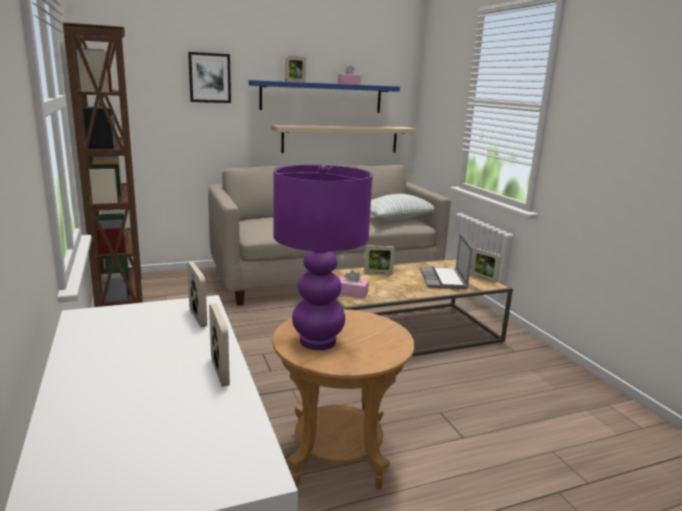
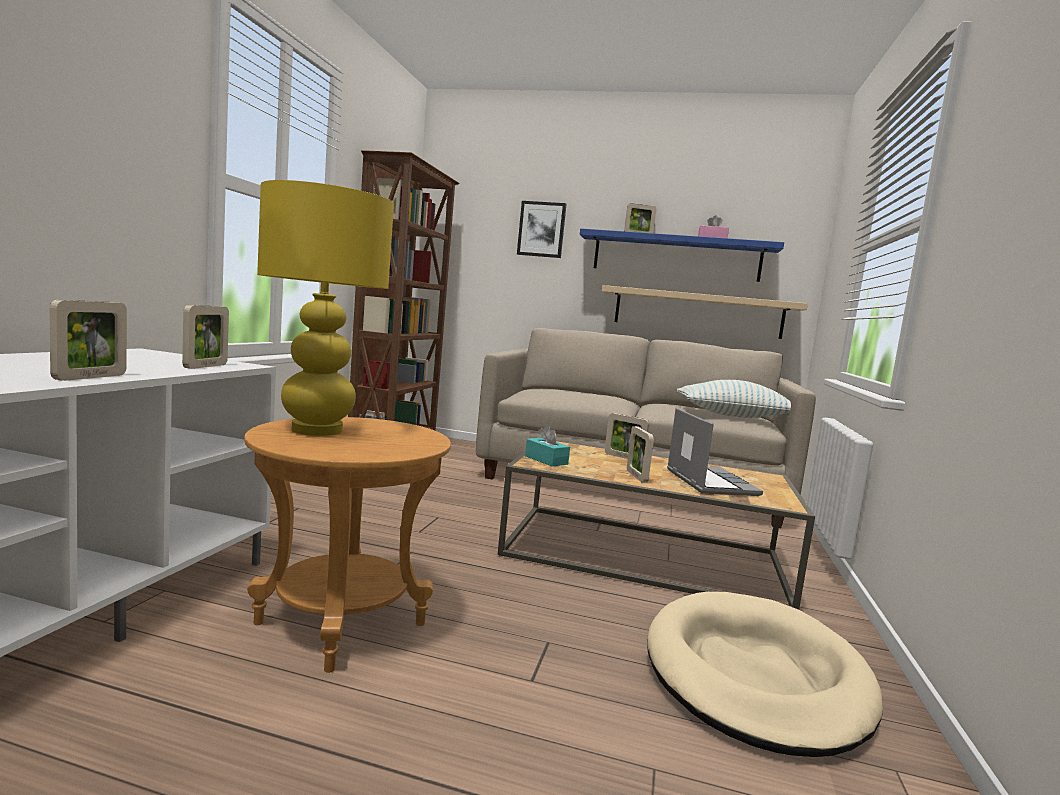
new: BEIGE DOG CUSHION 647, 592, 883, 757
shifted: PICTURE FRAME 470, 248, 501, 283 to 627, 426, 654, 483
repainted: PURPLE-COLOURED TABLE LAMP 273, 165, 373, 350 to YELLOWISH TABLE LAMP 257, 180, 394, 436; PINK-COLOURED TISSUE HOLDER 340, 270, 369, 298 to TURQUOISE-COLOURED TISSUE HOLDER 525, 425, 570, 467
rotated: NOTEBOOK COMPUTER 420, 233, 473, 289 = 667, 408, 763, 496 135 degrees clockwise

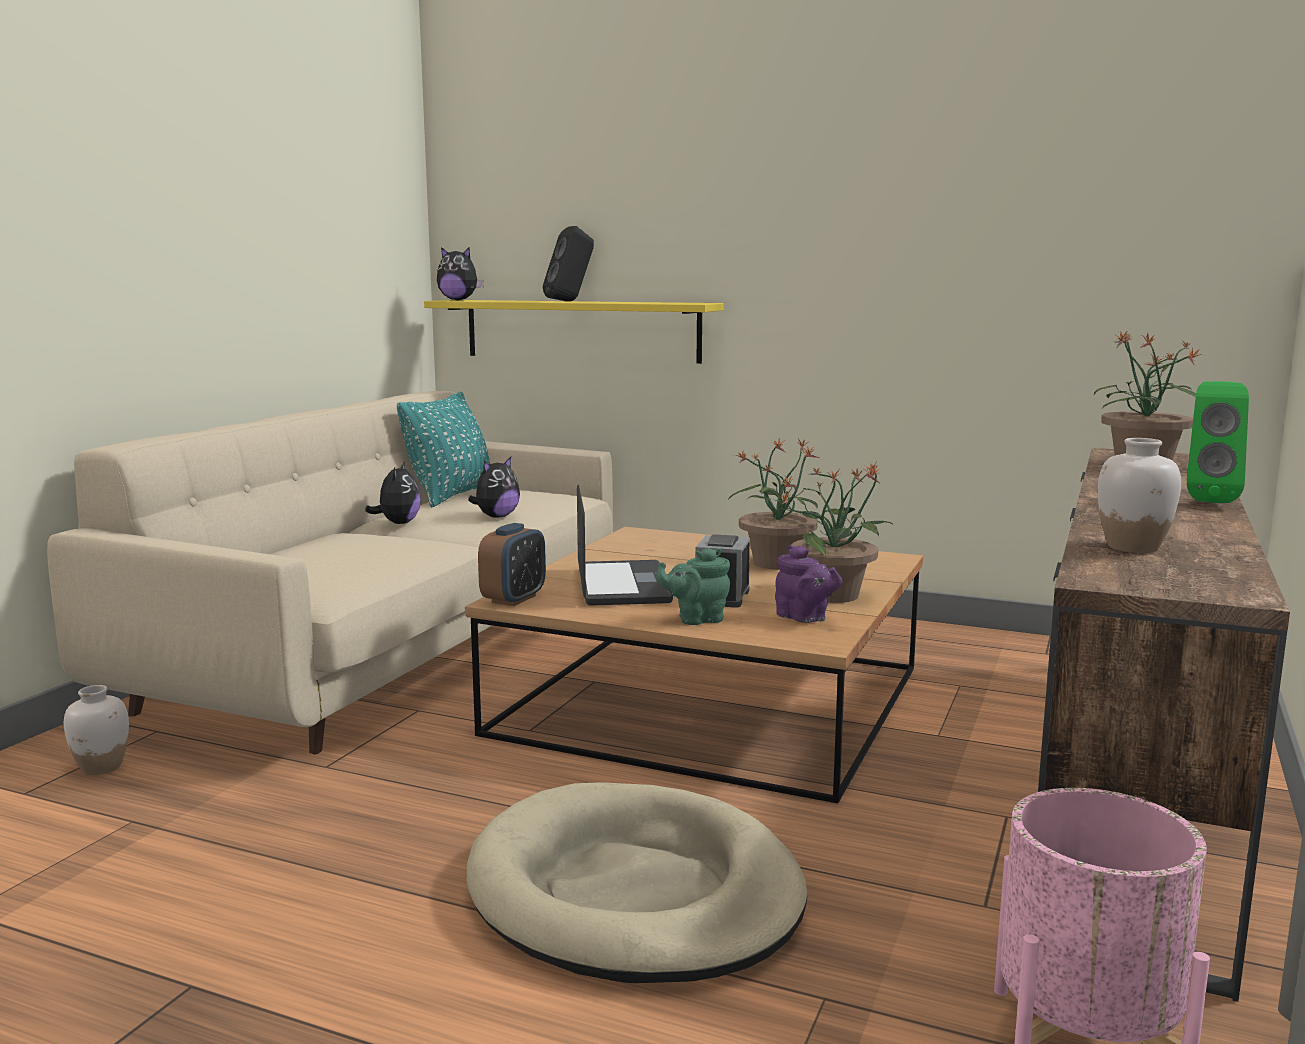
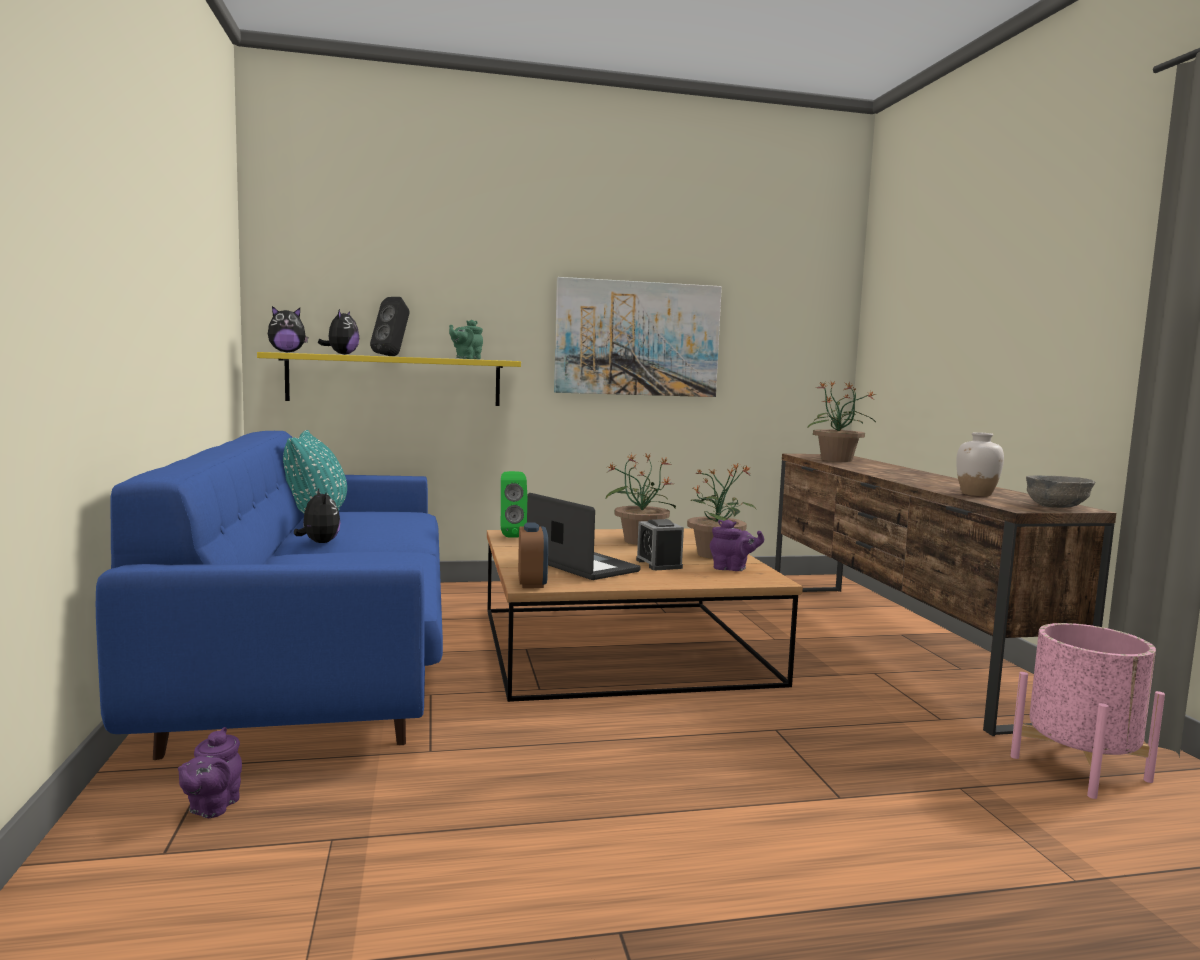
gone: BEIGE DOG CUSHION 467, 782, 807, 983
new: WALL ART 554, 277, 722, 397; GREYISH SERVING BOWL 1026, 475, 1095, 508
shifted: SOFT TOY 468, 457, 520, 517 to 318, 309, 359, 355; GREENISH POT FOR TEA 656, 548, 730, 625 to 449, 320, 483, 359; GREENISH SPEAKER 1187, 381, 1249, 503 to 501, 471, 527, 538
swapped: WHITISH DECORATIVE VASE 64, 685, 129, 775 to PURPLE-COLOURED POT FOR TEA 178, 727, 242, 818
repainted: BEIGE SETTEE 47, 391, 613, 755 to BLUE SETTEE 96, 431, 443, 760

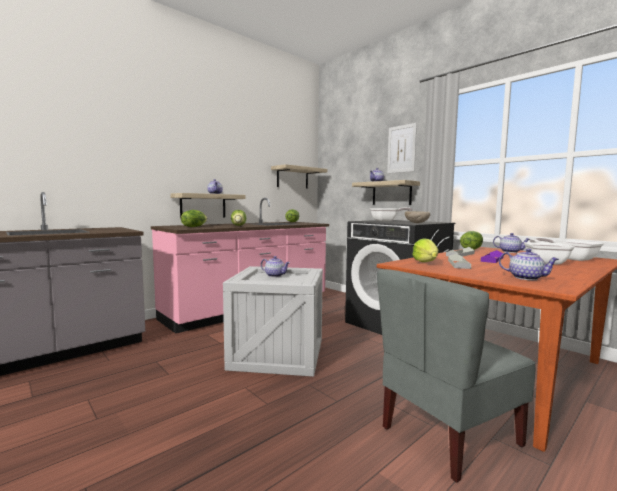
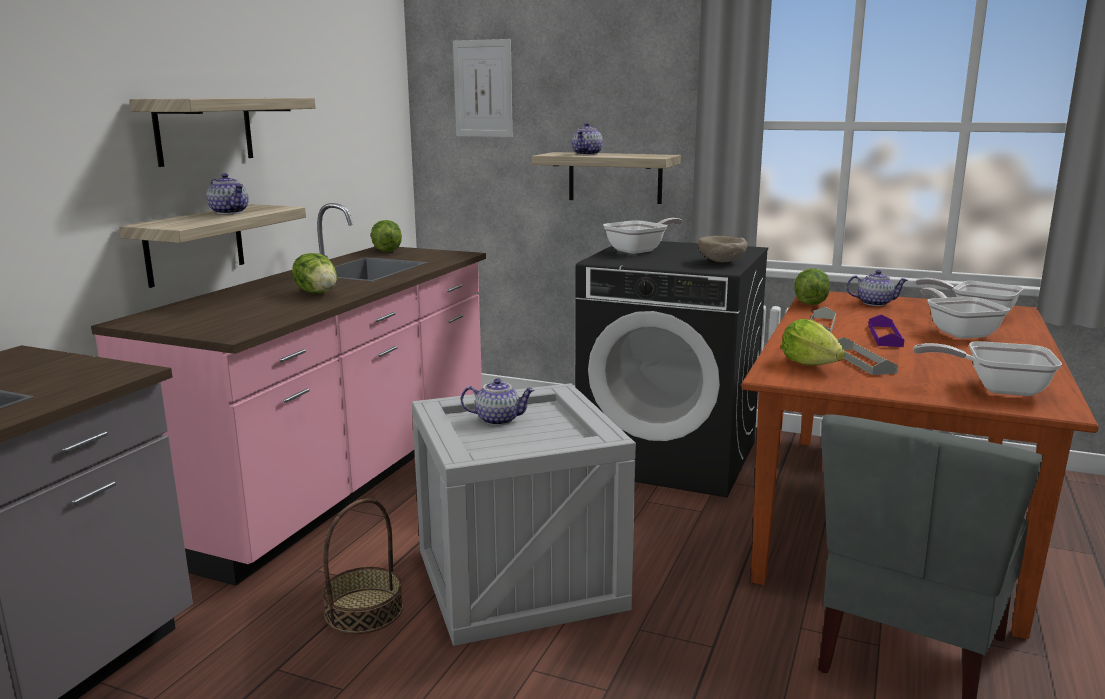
gone: LETTUCE HEAD 181, 210, 207, 227
new: HOUSEHOLD BASKET 322, 498, 403, 634
shifted: WALL SHELF 271, 164, 327, 189 to 129, 98, 316, 167; WALL ART 387, 123, 417, 173 to 453, 39, 513, 137
swapped: POT FOR TEA 499, 248, 559, 280 to FRYING PAN 913, 341, 1062, 396

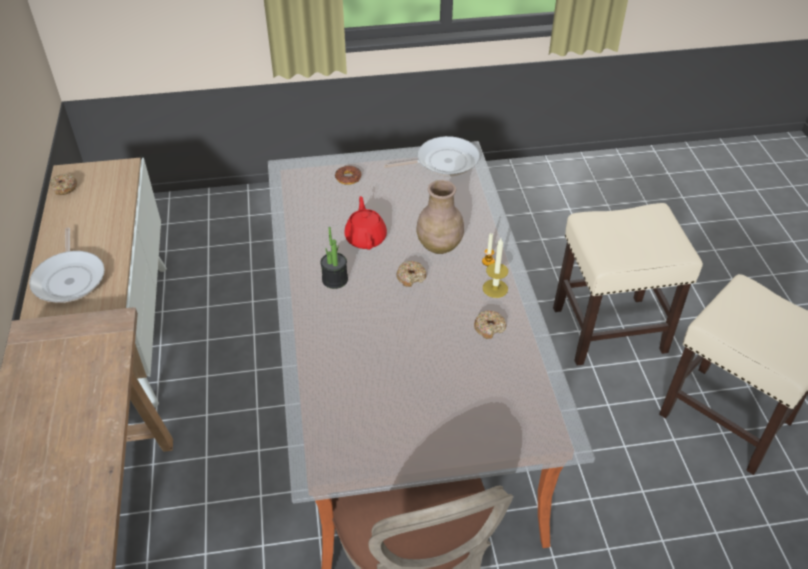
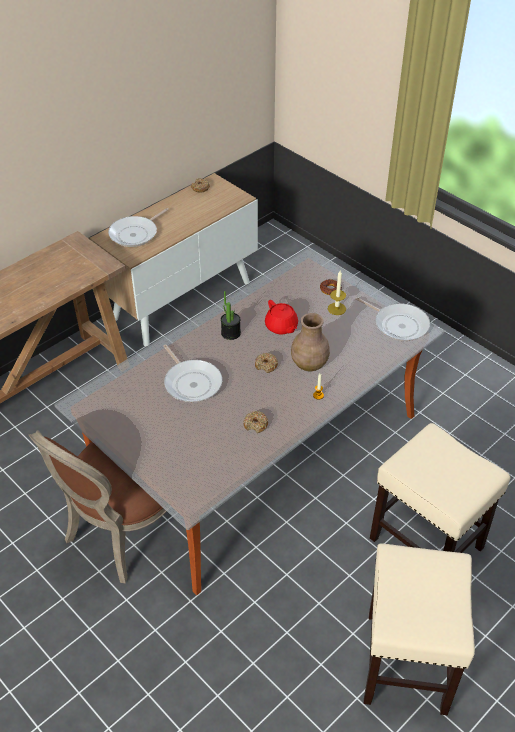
new: FRYING PAN 163, 344, 222, 402
shifted: CANDLE 483, 238, 508, 298 to 328, 270, 346, 315
rotated: RED POT FOR TEA 344, 196, 387, 250 = 265, 300, 298, 335 105 degrees clockwise

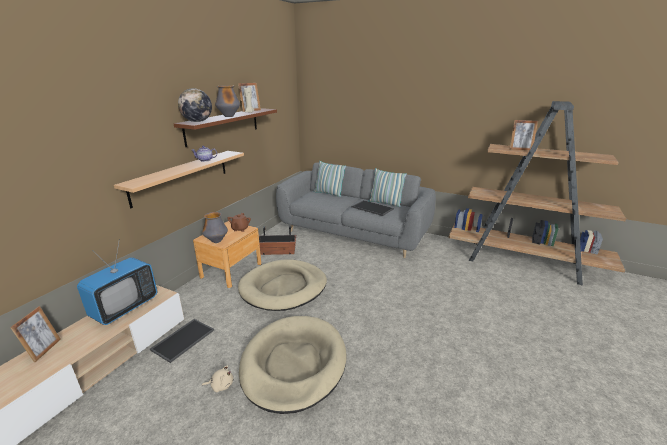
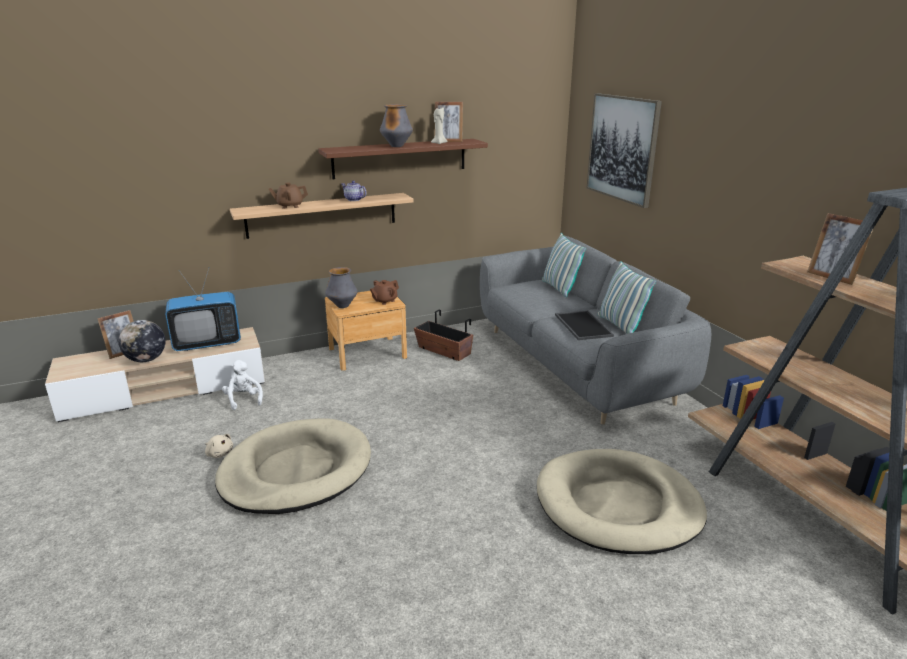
new: BROWNISH POT FOR TEA 269, 182, 308, 209; WALL ART 587, 93, 662, 208
shifted: GLOBE 178, 88, 212, 122 to 119, 320, 166, 362; BEIGE DOG CUSHION 238, 259, 327, 311 to 537, 449, 707, 554
swapped: SERVING TRAY 150, 319, 214, 363 to WHITISH SOFT TOY 222, 360, 263, 410

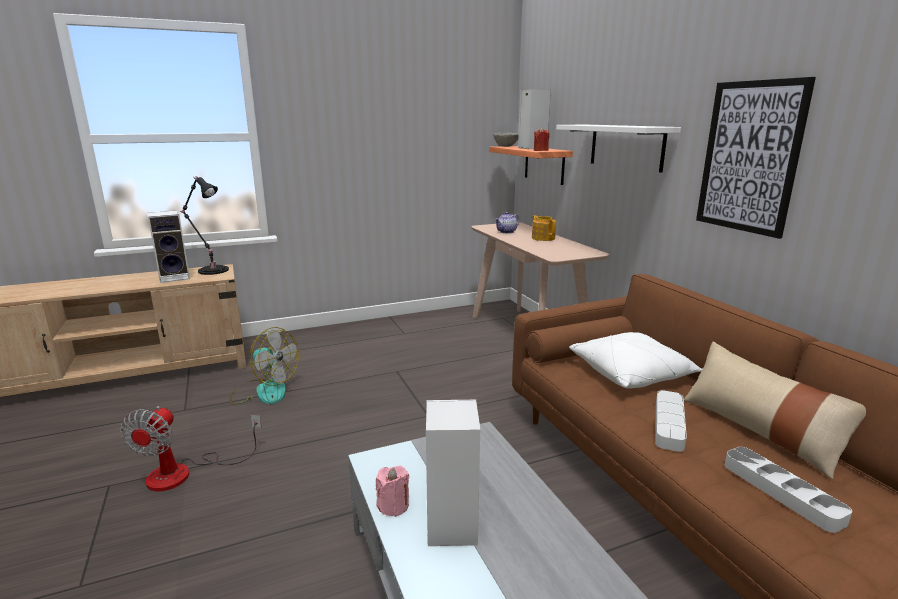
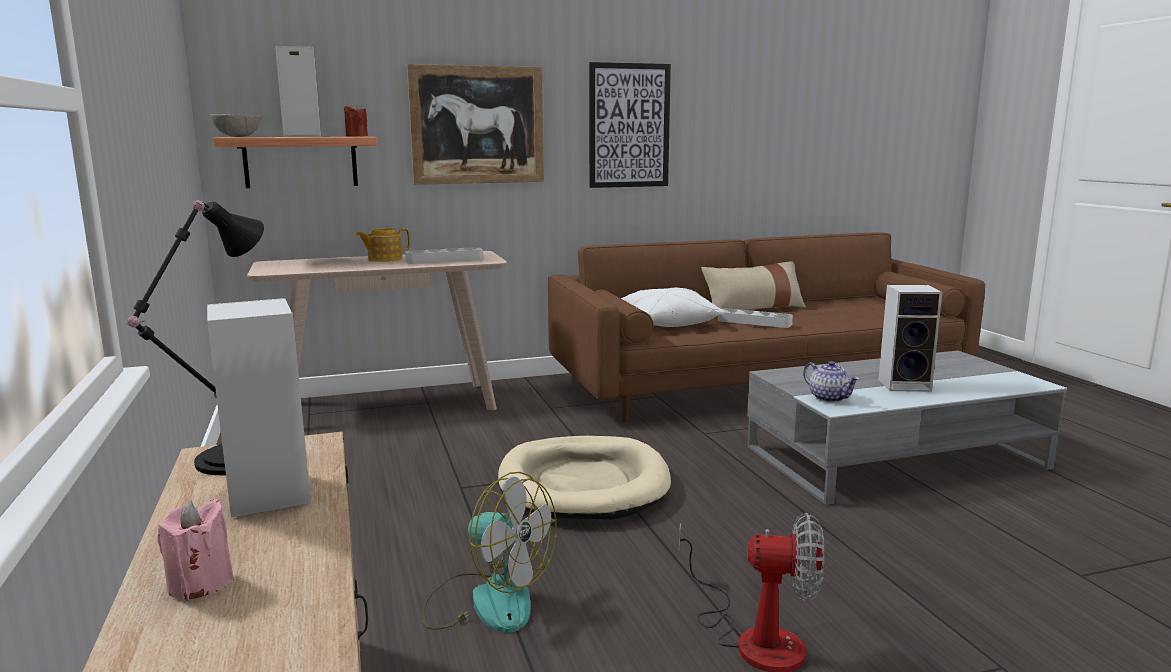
new: BEIGE DOG CUSHION 498, 436, 671, 519
shifted: PINK-COLOURED CANDLE 376, 466, 409, 517 to 158, 499, 234, 601; POT FOR TEA 495, 212, 519, 233 to 803, 361, 859, 403; GREYISH SERVING TRAY 725, 447, 852, 533 to 405, 247, 483, 264
swapped: WHITISH WALL SHELF 556, 125, 681, 173 to WALL ART 407, 64, 544, 185
rotated: COOLING FAN 230, 327, 299, 404 = 422, 472, 557, 633 90 degrees clockwise

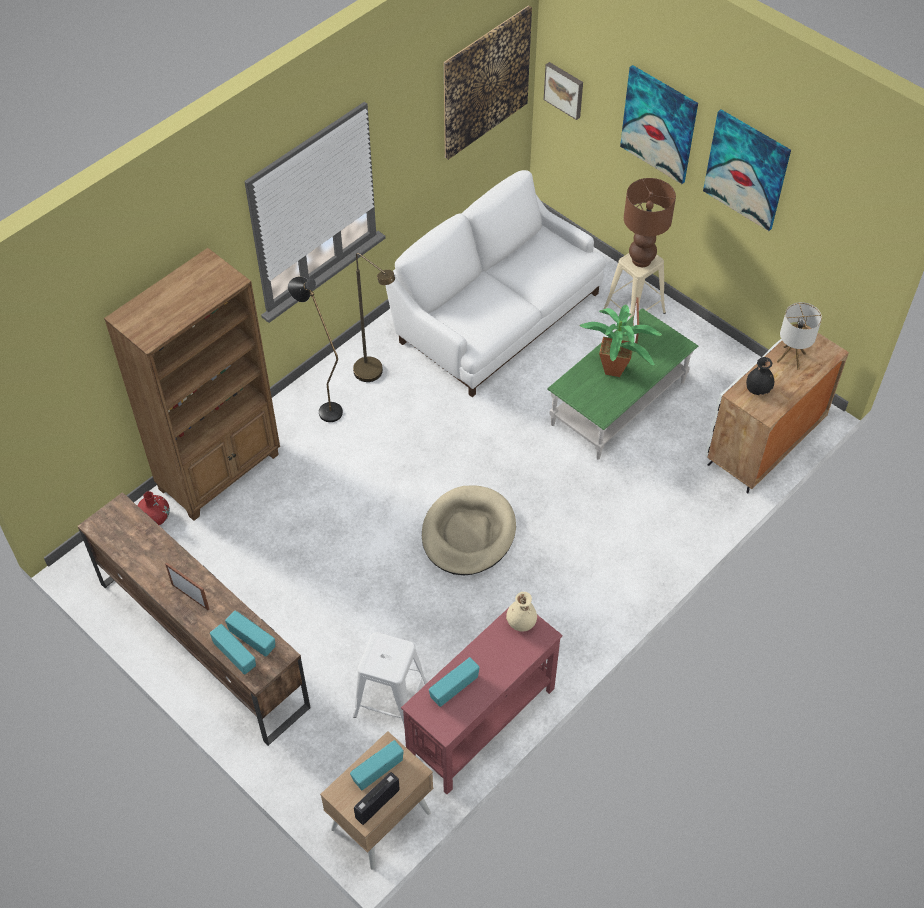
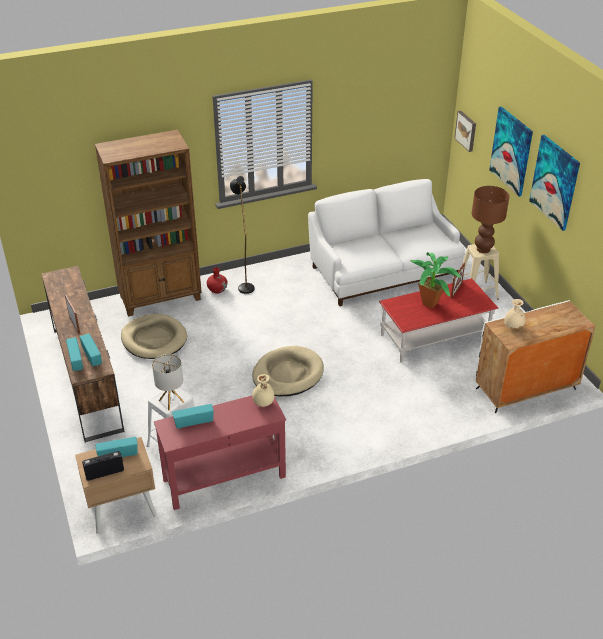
gone: BROWNISH FLOOR LAMP 353, 253, 395, 382; WALL ART 444, 5, 532, 160
new: BEIGE DOG CUSHION 121, 314, 187, 359
shifted: RED DECORATIVE VASE 137, 491, 170, 525 to 207, 267, 228, 294; TABLE LAMP 777, 302, 822, 370 to 152, 354, 184, 410
repainted: GREENISH COFFEE TABLE 547, 308, 698, 460 to RED COFFEE TABLE 379, 278, 498, 363; BLACK-COLOURED DECORATIVE VASE 746, 357, 774, 395 to BEIGE DECORATIVE VASE 504, 299, 525, 329

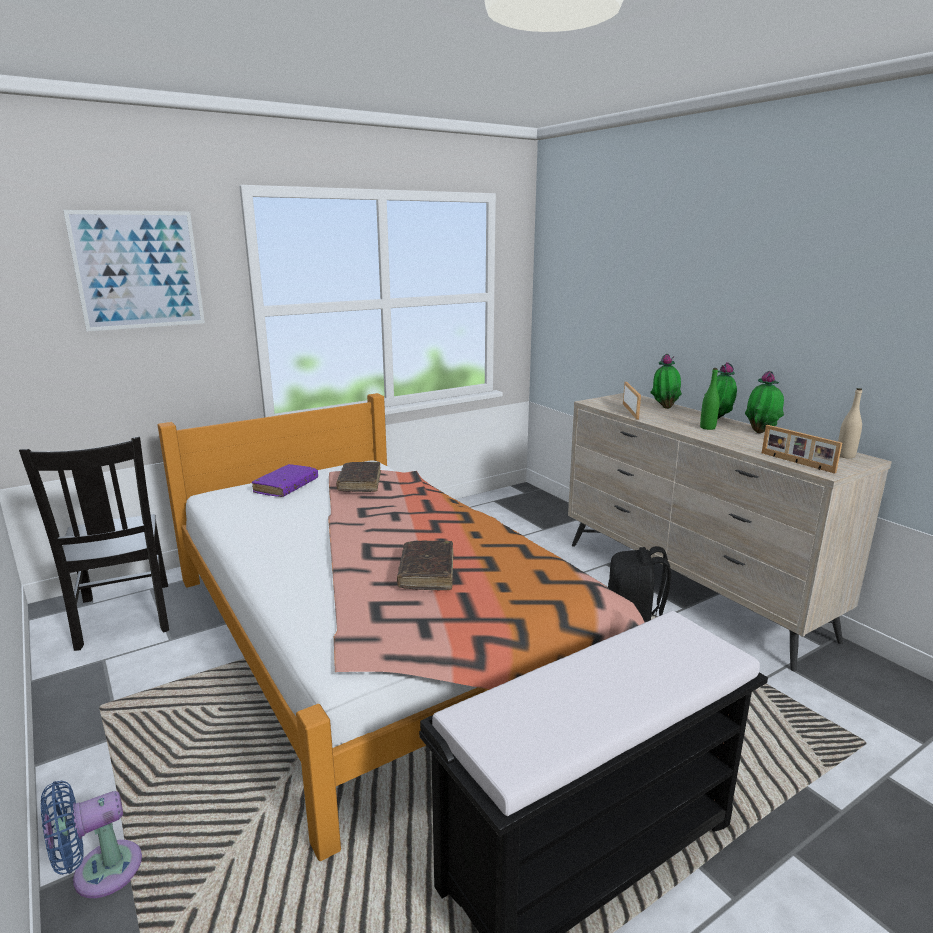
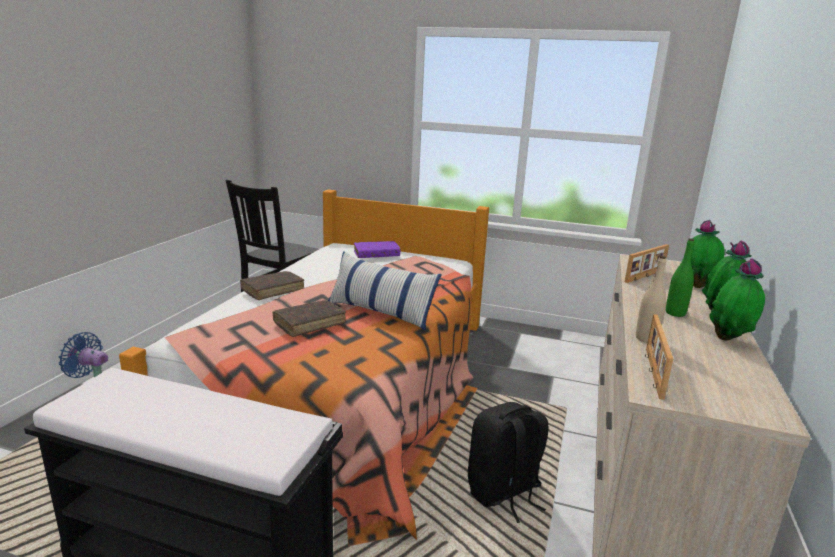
gone: WALL ART 63, 210, 205, 331
new: CUSHION 328, 251, 442, 330
shifted: BROWNISH BOUND BOOK 336, 462, 381, 492 to 240, 271, 304, 300; BEIGE BEVERAGE BOTTLE 838, 388, 862, 459 to 636, 256, 666, 343

